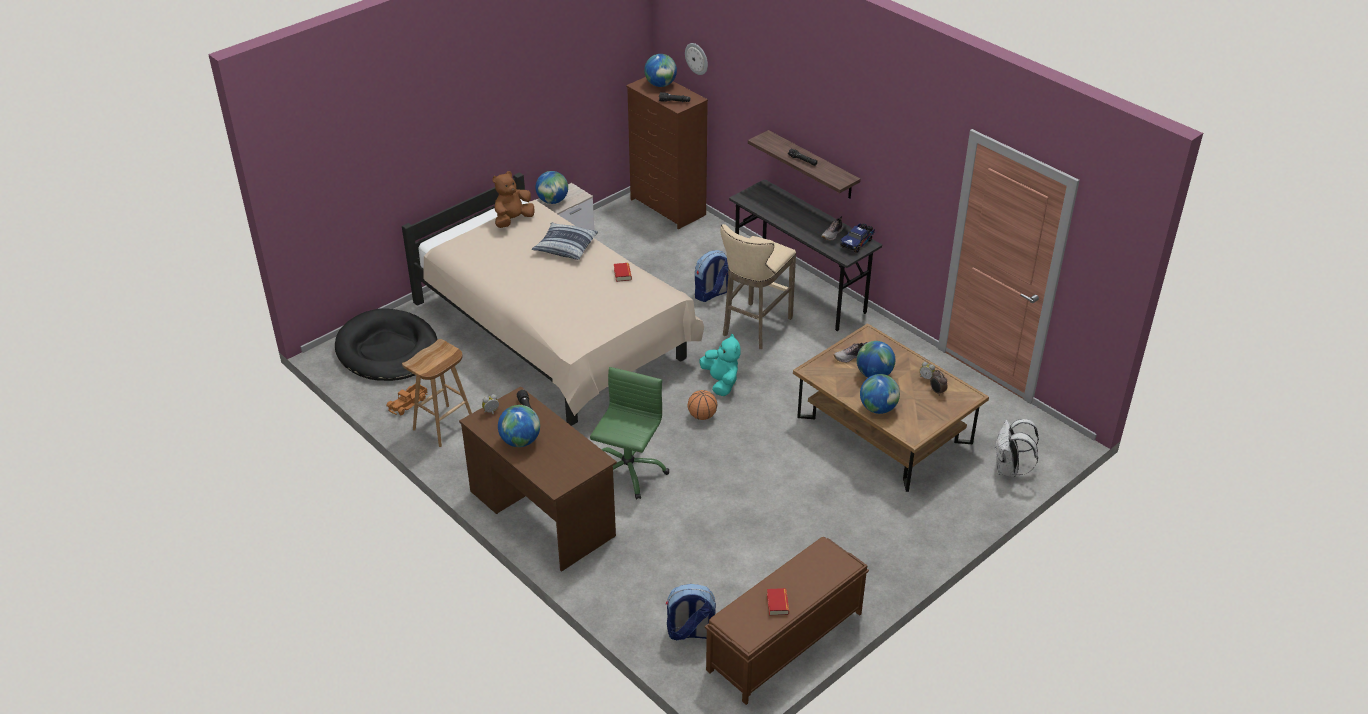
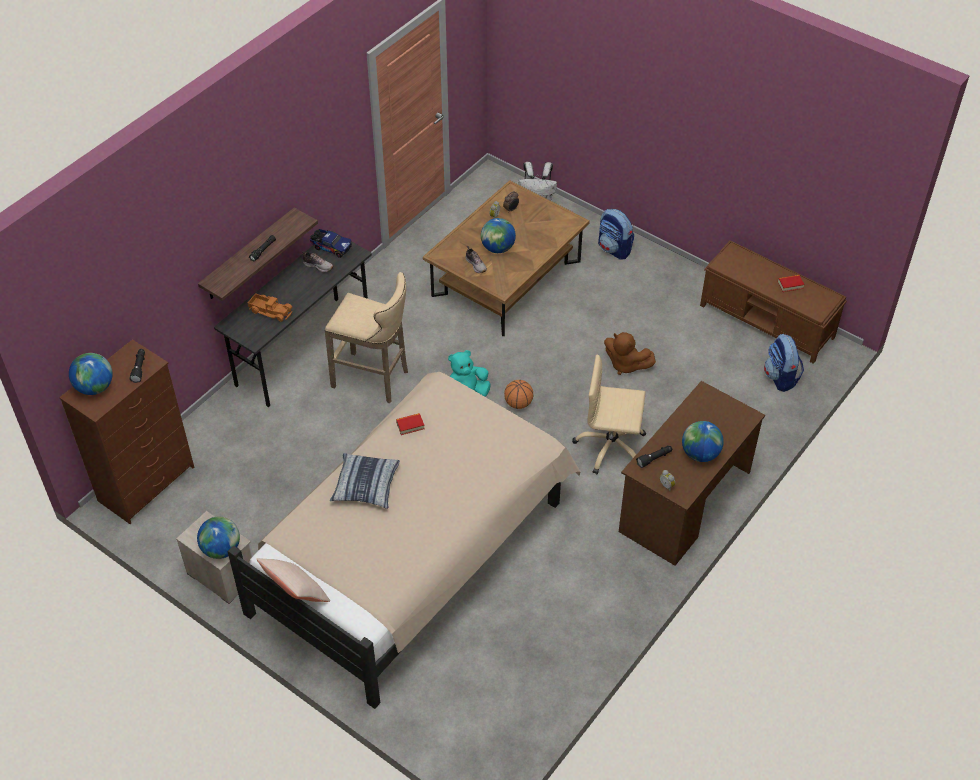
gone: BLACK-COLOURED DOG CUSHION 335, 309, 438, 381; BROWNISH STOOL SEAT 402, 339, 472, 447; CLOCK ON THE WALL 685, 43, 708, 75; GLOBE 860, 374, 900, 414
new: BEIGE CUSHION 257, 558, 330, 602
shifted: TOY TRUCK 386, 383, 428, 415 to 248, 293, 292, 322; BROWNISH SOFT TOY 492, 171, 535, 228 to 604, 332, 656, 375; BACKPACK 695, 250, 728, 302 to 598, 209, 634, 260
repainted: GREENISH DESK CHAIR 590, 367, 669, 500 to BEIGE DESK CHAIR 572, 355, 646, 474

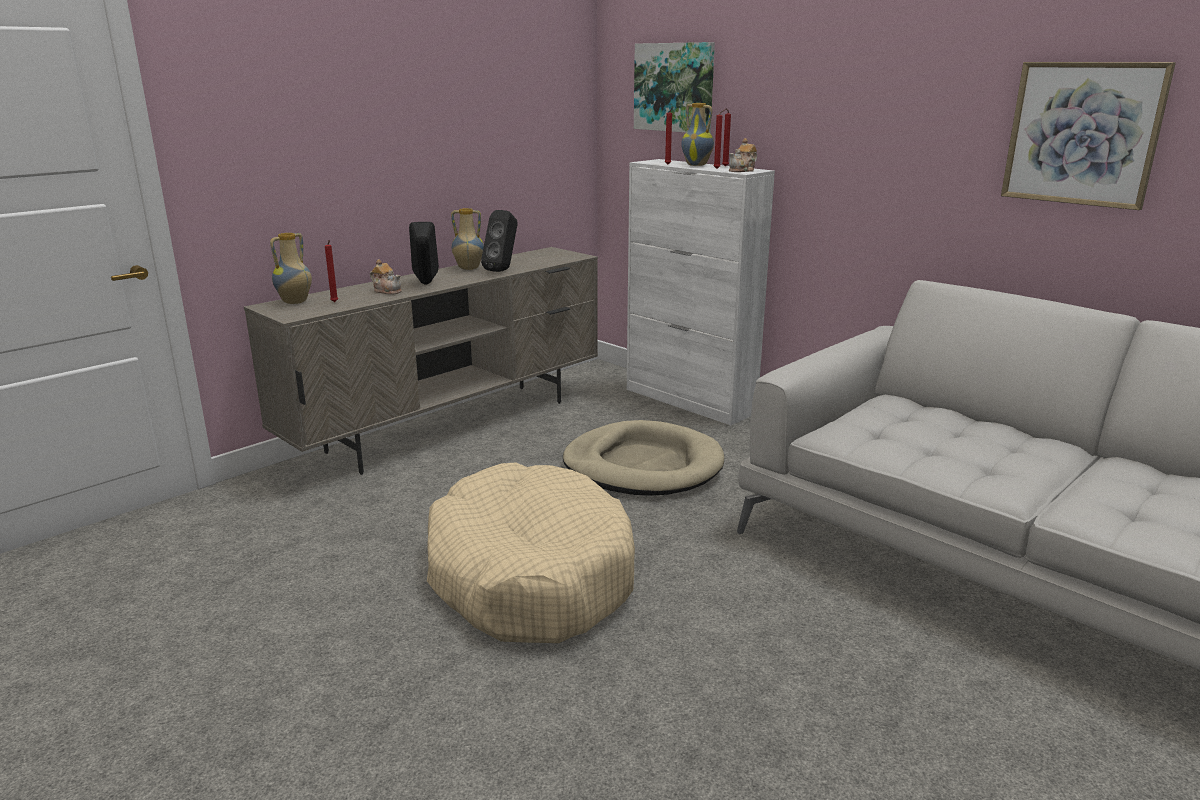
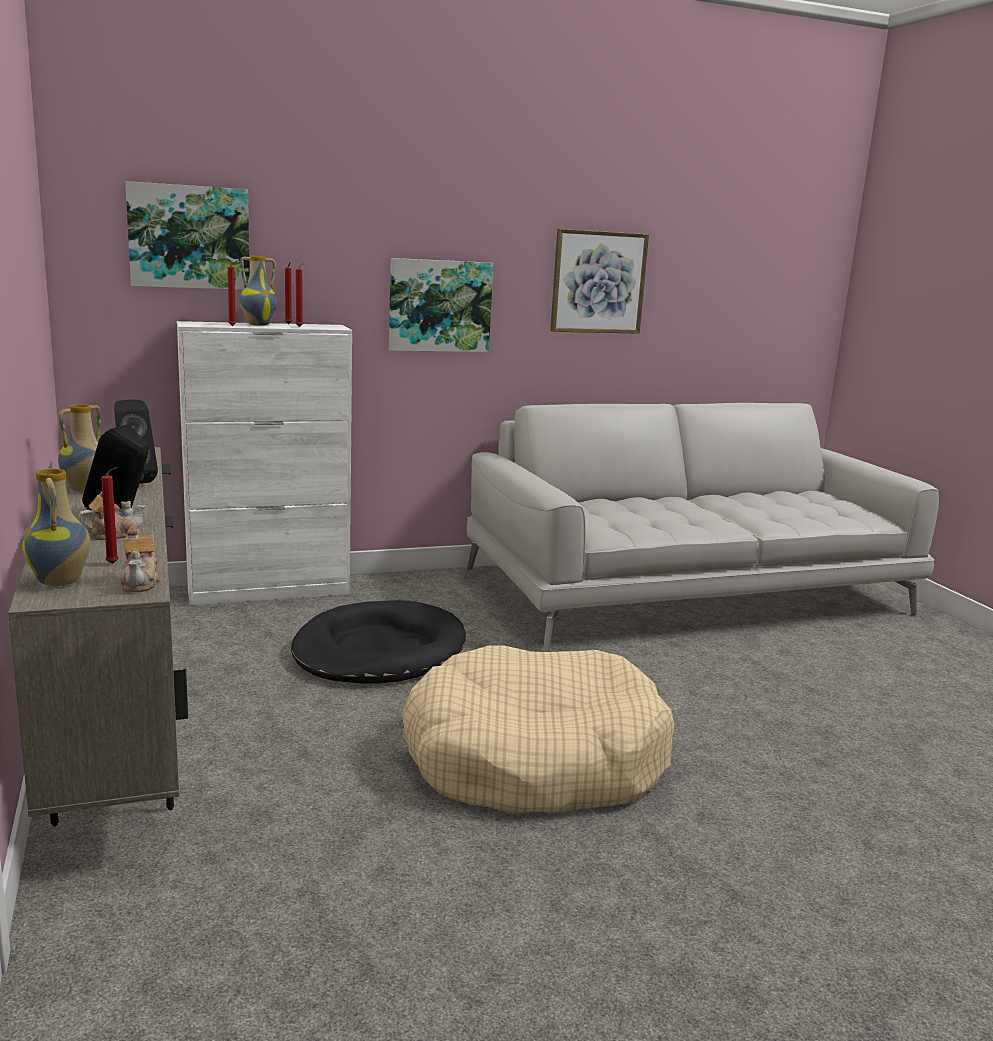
new: WALL ART 389, 258, 493, 352
shifted: POT FOR TEA 729, 138, 757, 172 to 120, 527, 161, 592
repainted: BEIGE DOG CUSHION 563, 420, 724, 496 to BLACK-COLOURED DOG CUSHION 291, 600, 466, 683

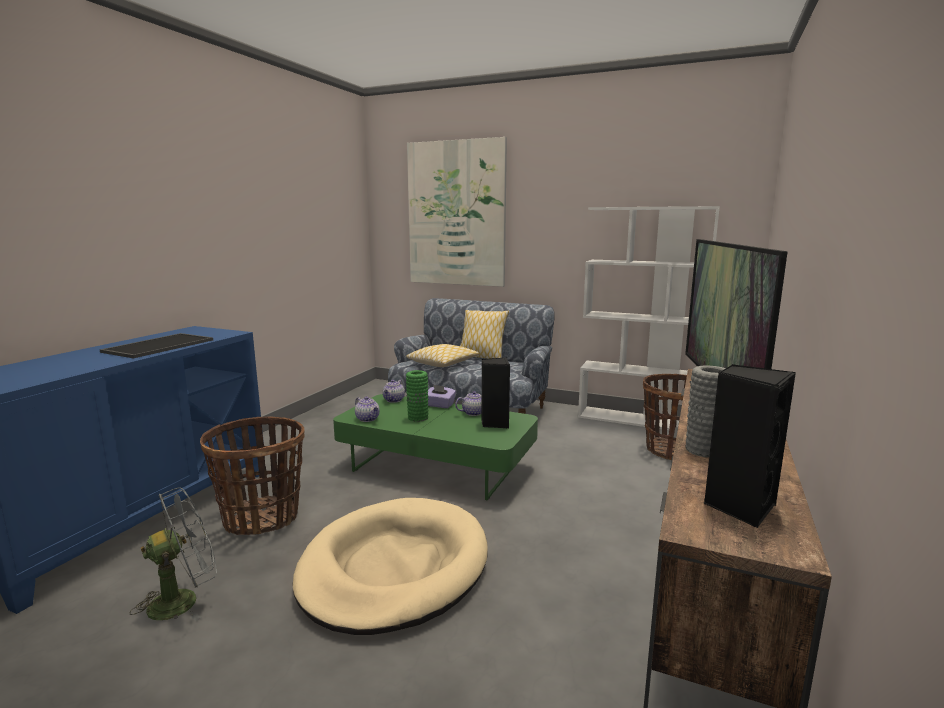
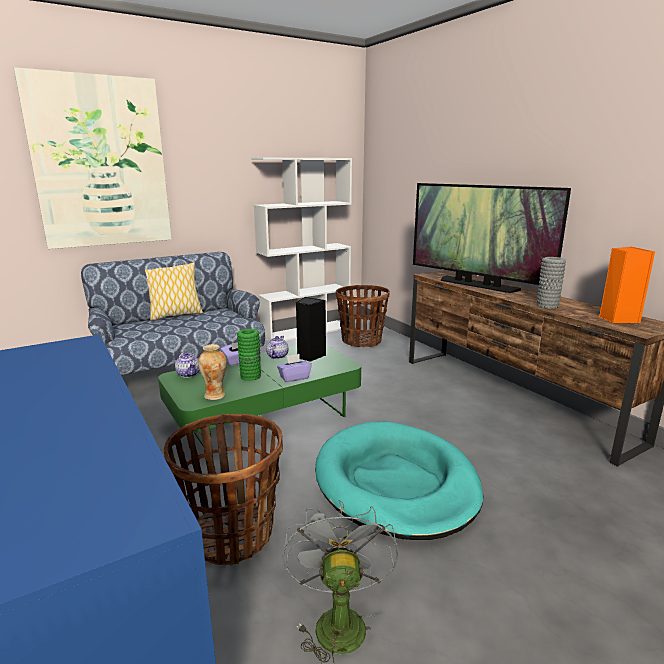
gone: SERVING TRAY 100, 333, 213, 358; CUSHION 406, 344, 479, 367
new: PURPLE-COLOURED TISSUE HOLDER 277, 354, 312, 382
swapped: POT FOR TEA 355, 396, 380, 422 to DECORATIVE VASE 198, 344, 227, 400
repainted: BEIGE DOG CUSHION 292, 498, 487, 635 to TURQUOISE-COLOURED DOG CUSHION 315, 421, 483, 540; BLACK-COLOURED SPEAKER 703, 364, 796, 528 to ORANGE SPEAKER 599, 247, 656, 323

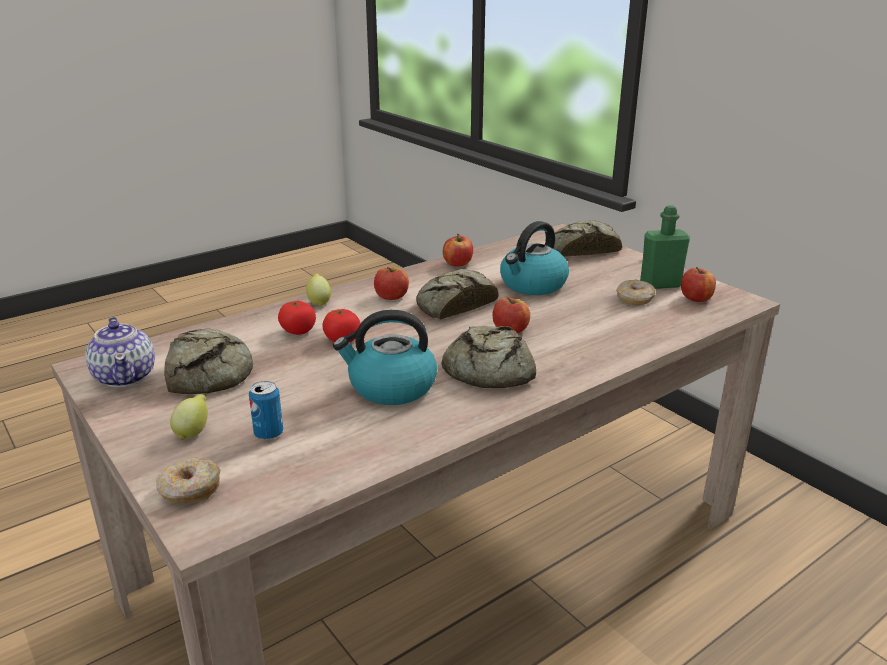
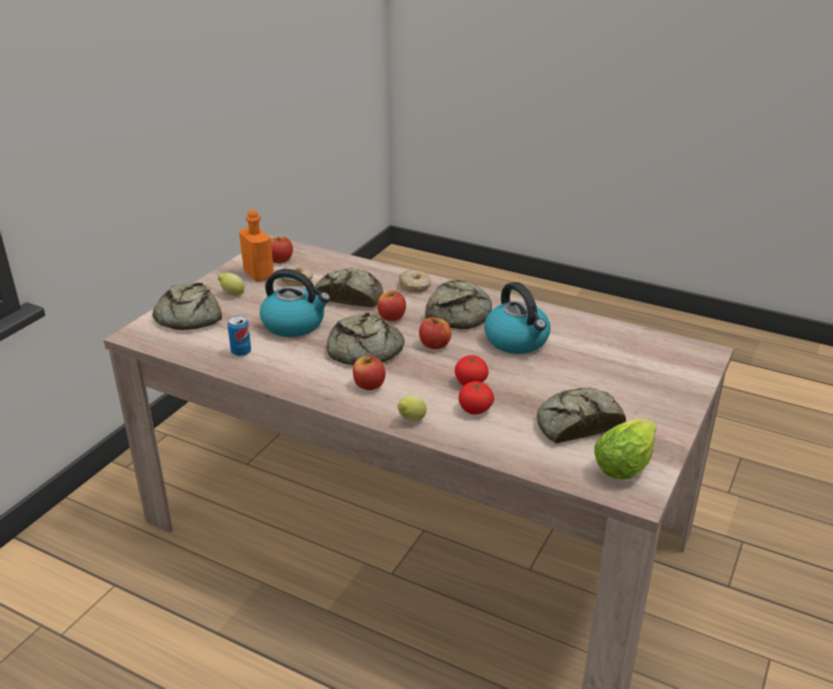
new: BREAD 314, 268, 383, 307
shifted: DOUGHNUT 156, 457, 220, 503 to 399, 270, 431, 292; CITRUS FRUIT 170, 394, 208, 440 to 218, 273, 245, 296; METAL CAN 249, 381, 283, 440 to 227, 316, 251, 356; APPLE 443, 234, 473, 266 to 419, 318, 451, 349
swapped: POT FOR TEA 85, 317, 155, 387 to LETTUCE HEAD 594, 419, 657, 479
repainted: GREENISH BEVERAGE BOTTLE 640, 205, 690, 289 to ORANGE BEVERAGE BOTTLE 239, 210, 274, 282

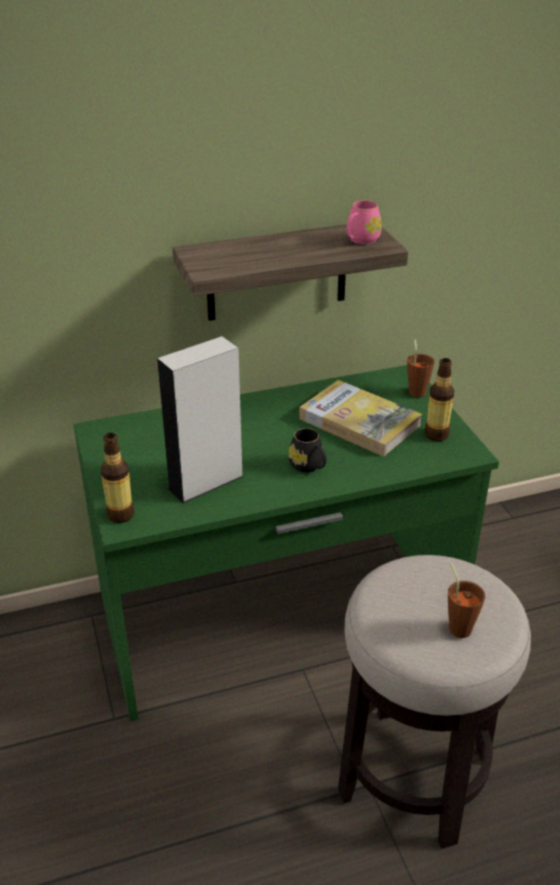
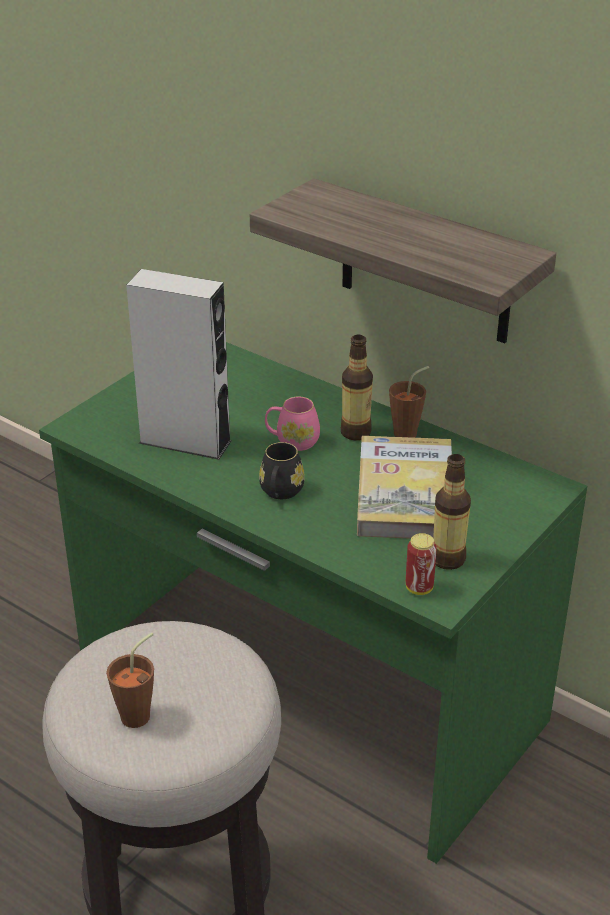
new: METAL CAN 406, 533, 437, 595
shifted: BEVERAGE BOTTLE 101, 433, 134, 523 to 341, 335, 373, 441; PINK-COLOURED MUG 347, 200, 382, 244 to 265, 397, 320, 451; BROWNISH CUP 407, 340, 435, 397 to 389, 366, 429, 438

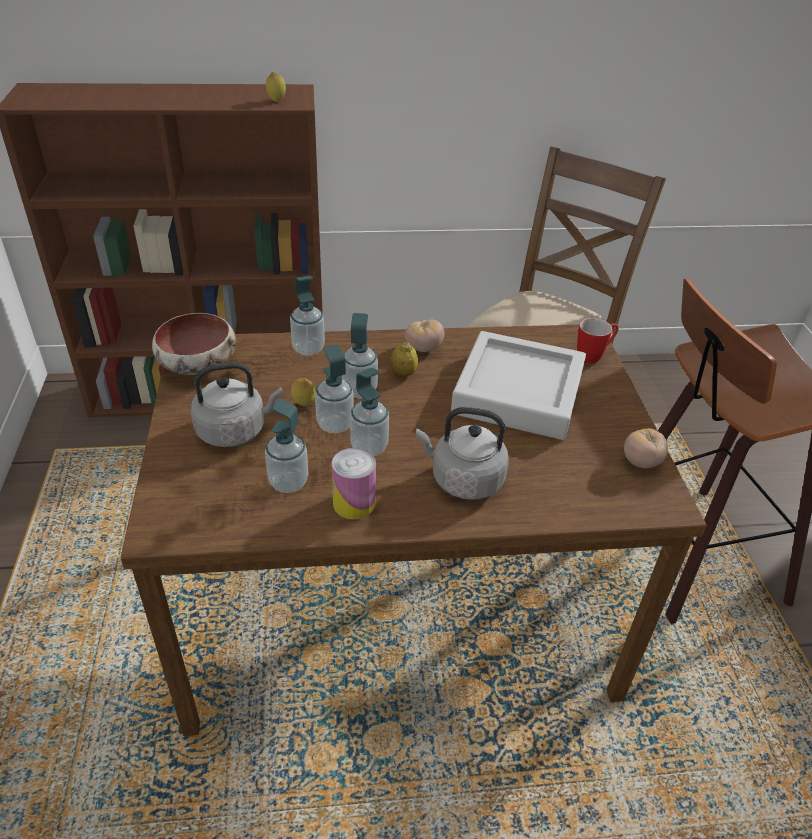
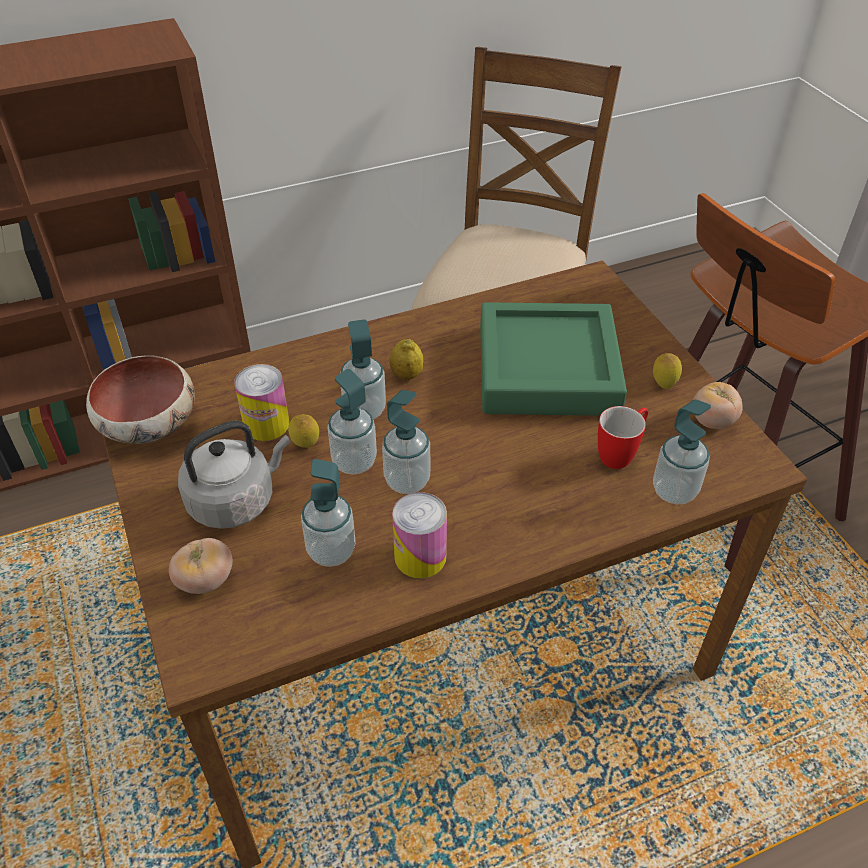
gone: GREYISH TEA KETTLE 416, 407, 509, 500
new: METAL CAN 234, 364, 289, 441
shifted: CITRUS FRUIT 266, 72, 286, 102 to 653, 353, 682, 389; SOAP BOTTLE 290, 275, 325, 356 to 653, 400, 711, 505; TOMATO 405, 319, 445, 352 to 169, 538, 233, 594; MUG 577, 318, 619, 364 to 598, 406, 648, 469
repainted: GREYISH SERVING TRAY 451, 331, 586, 440 to GREENISH SERVING TRAY 480, 302, 627, 416

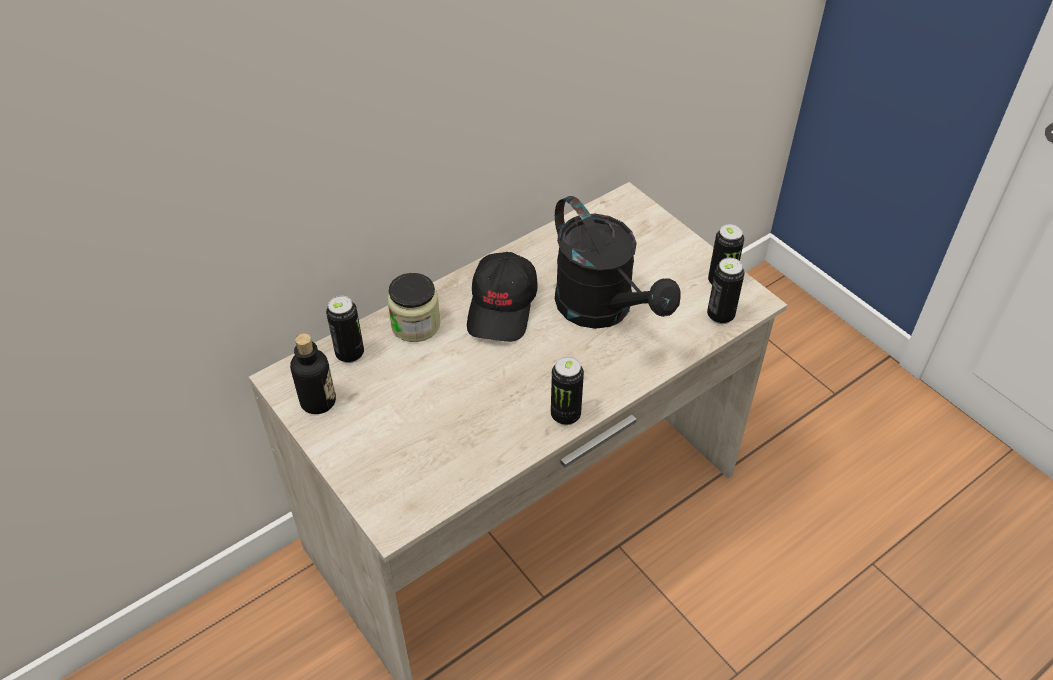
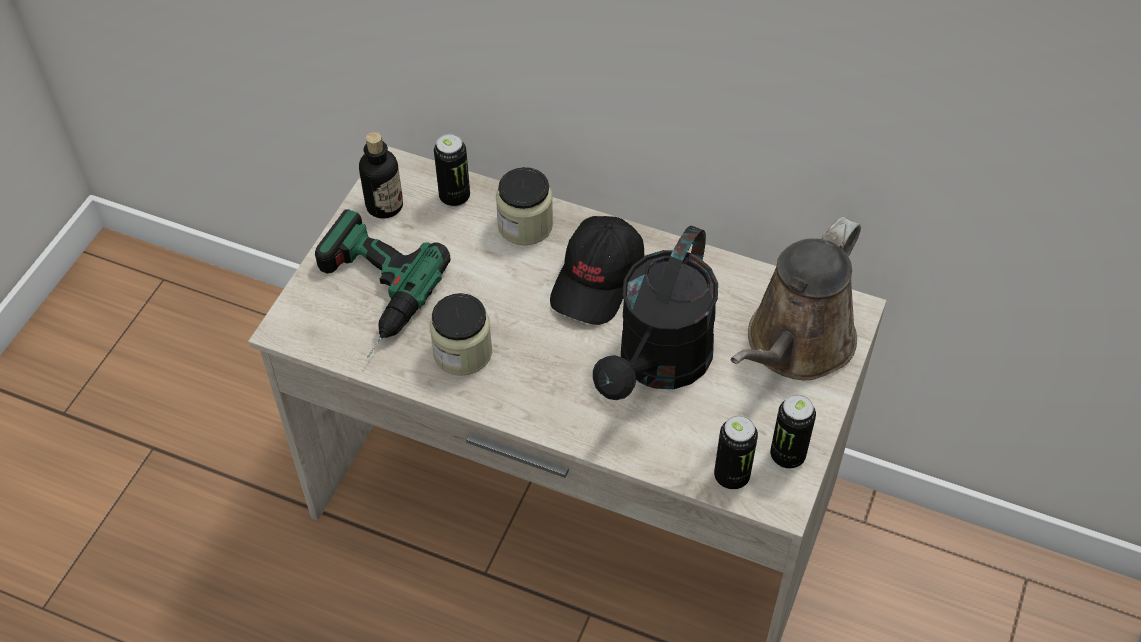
gone: METAL CAN 551, 357, 584, 425
new: ELECTRIC DRILL 315, 209, 451, 358; JAR 429, 293, 492, 376; BROWNISH SPRINKLING CAN 731, 217, 861, 380
rotated: BLACK-COLOURED BASEBALL CAP 467, 252, 537, 342 = 550, 216, 644, 325 45 degrees counterclockwise

